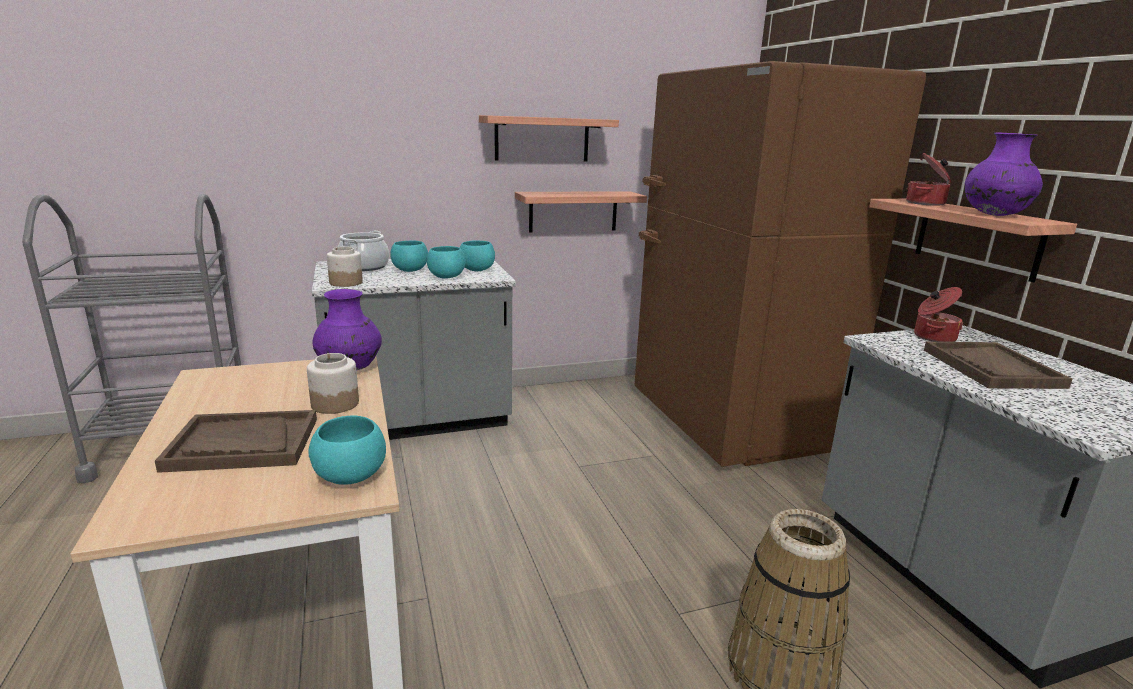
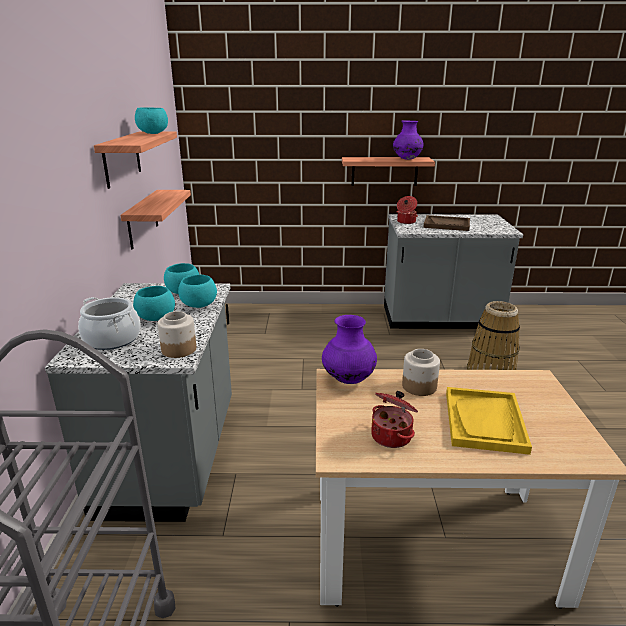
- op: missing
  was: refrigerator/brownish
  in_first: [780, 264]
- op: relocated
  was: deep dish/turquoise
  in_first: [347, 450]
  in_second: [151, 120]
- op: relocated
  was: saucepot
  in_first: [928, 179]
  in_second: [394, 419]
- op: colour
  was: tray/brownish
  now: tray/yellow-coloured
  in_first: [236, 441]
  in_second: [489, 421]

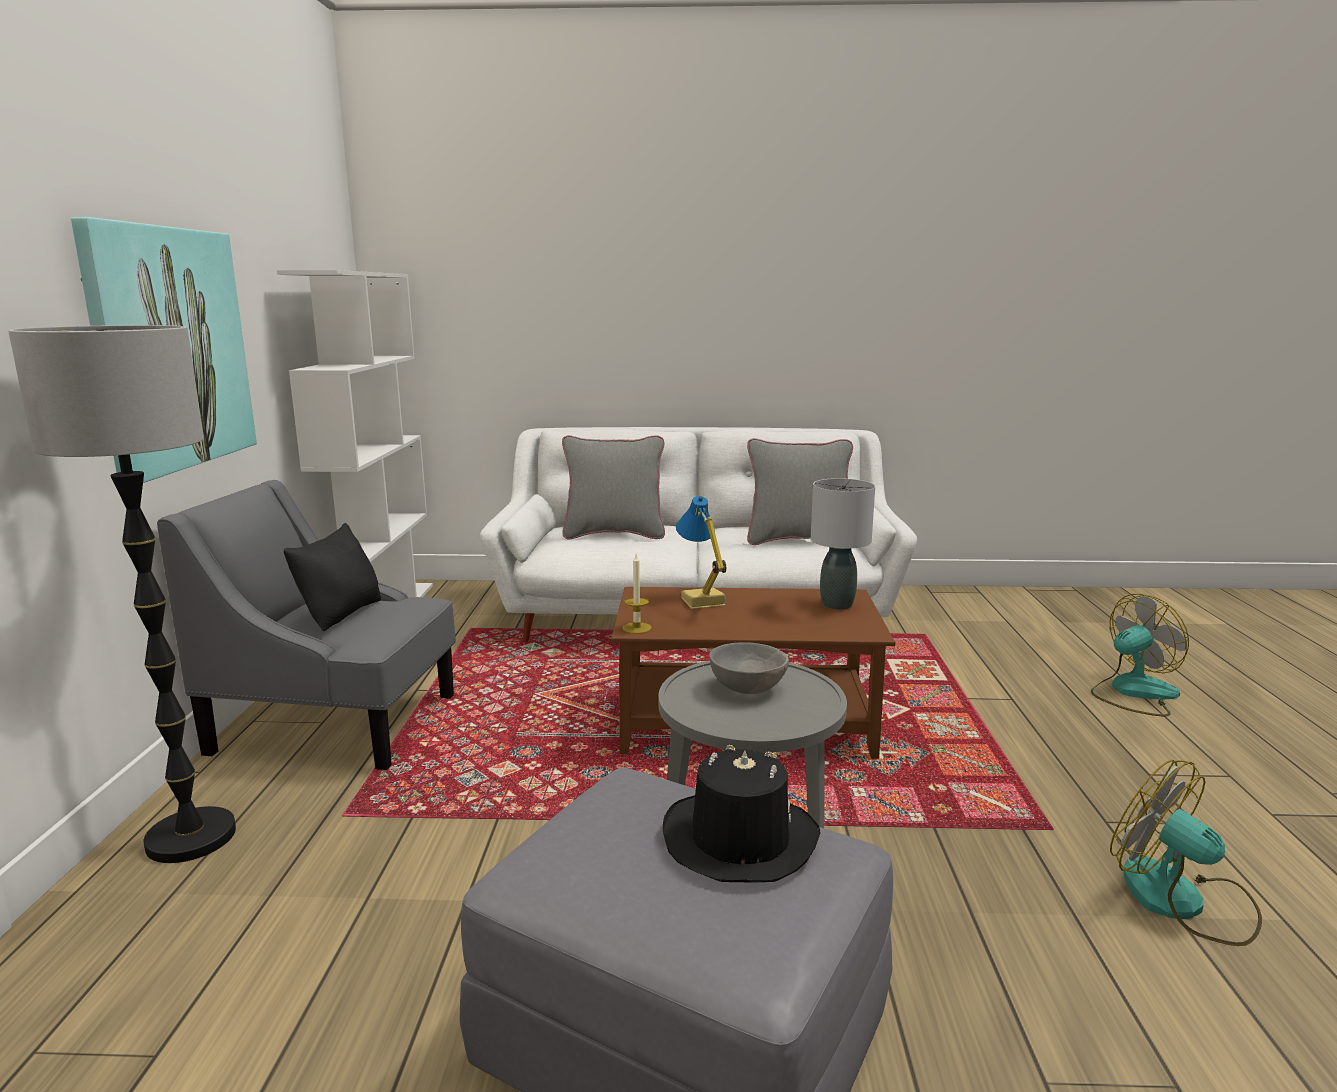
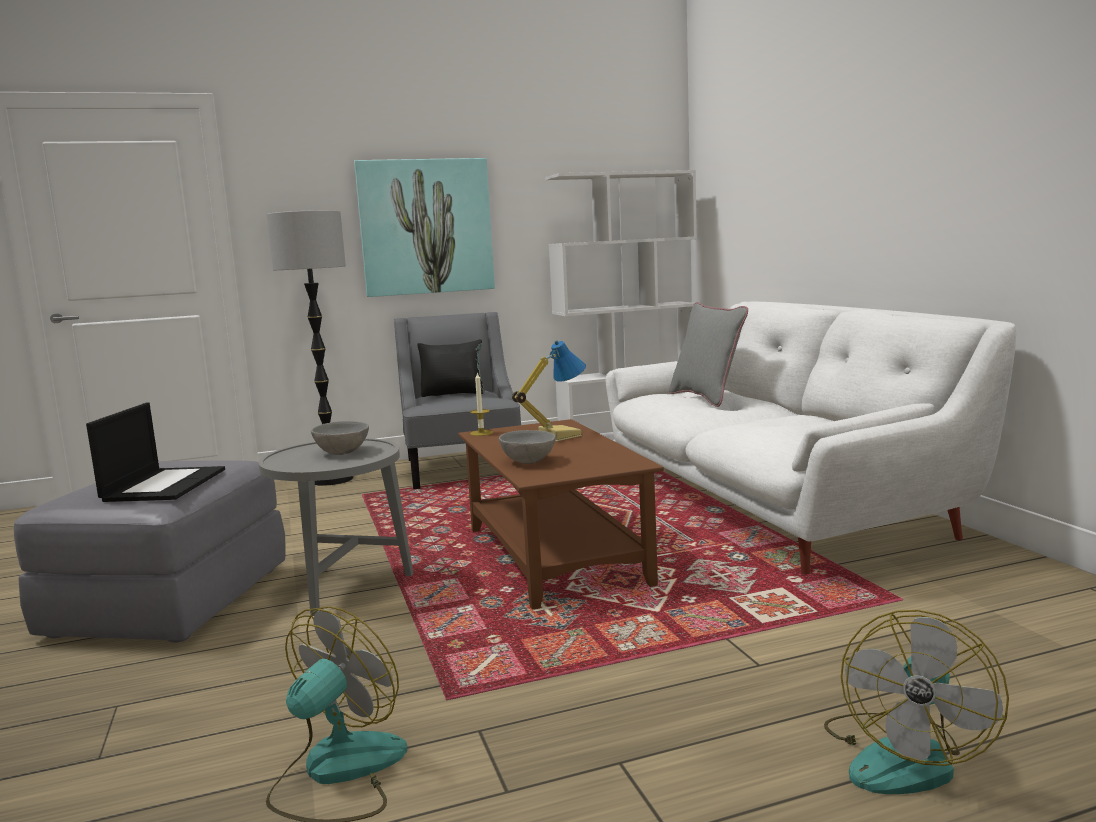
- op: missing
  was: throw pillow/gray
  in_first: [800, 491]
- op: missing
  was: lamp for a table/gray
  in_first: [843, 544]
- op: appeared
  now: deep dish/gray
  in_second: [527, 447]
- op: exchanged
  was: clothing hat/blackish
  now: portable computer
  in_first: [742, 814]
  in_second: [155, 452]
- op: spun
  was: electric fan
  in_first: [1140, 655]
  in_second: [916, 702]
  clockwise: 75

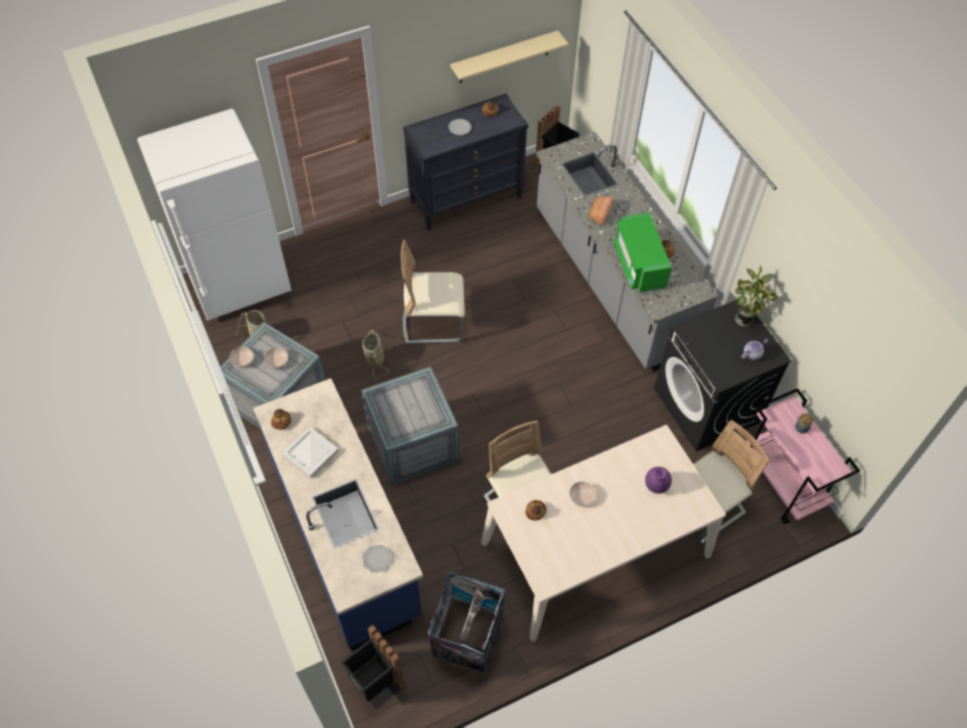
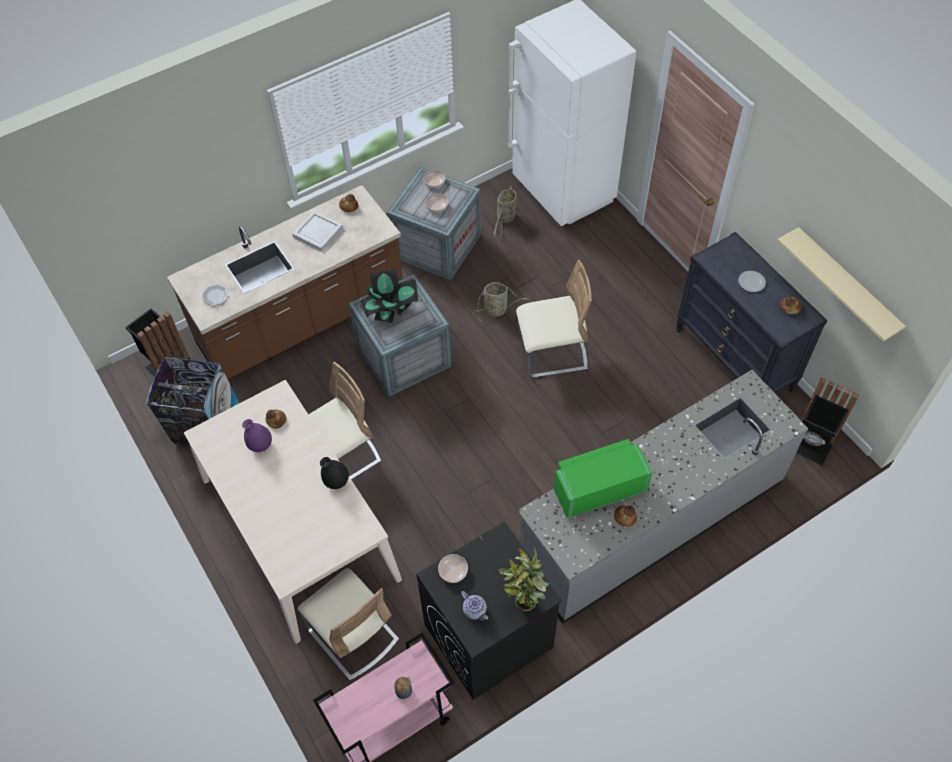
- op: missing
  was: bread
  in_first: [601, 210]
- op: appeared
  now: vase/blackish
  in_second: [334, 473]
- op: appeared
  now: potted plant
  in_second: [390, 296]
- op: relocated
  was: deep dish
  in_first: [582, 494]
  in_second: [453, 568]
- op: relocated
  was: vase/purple
  in_first: [658, 480]
  in_second: [257, 435]
- op: colour
  was: kitchen base unit/blue
  now: kitchen base unit/brownish
  in_first: [338, 514]
  in_second: [285, 282]
- op: spun
  was: upright chair/beige-coloured
  in_first: [433, 292]
  in_second: [554, 318]
  clockwise: 90

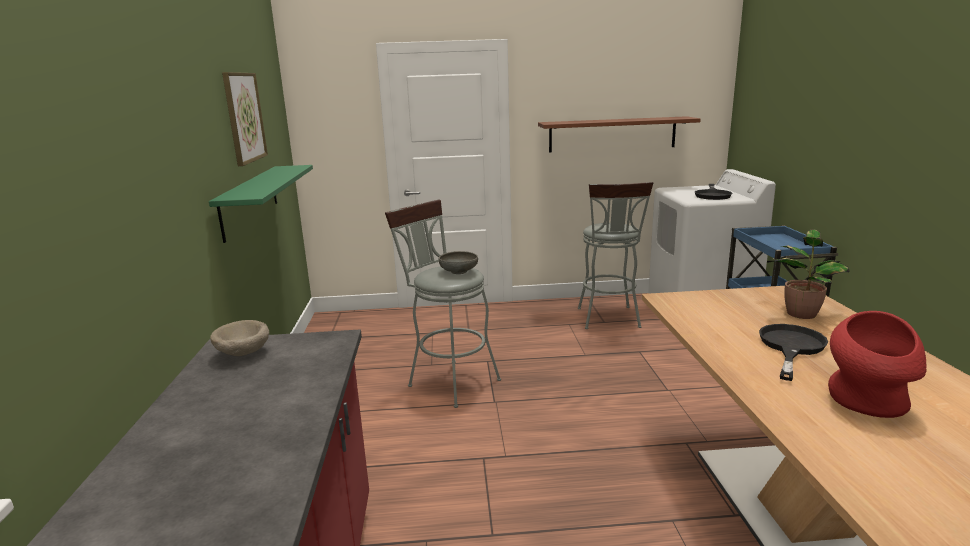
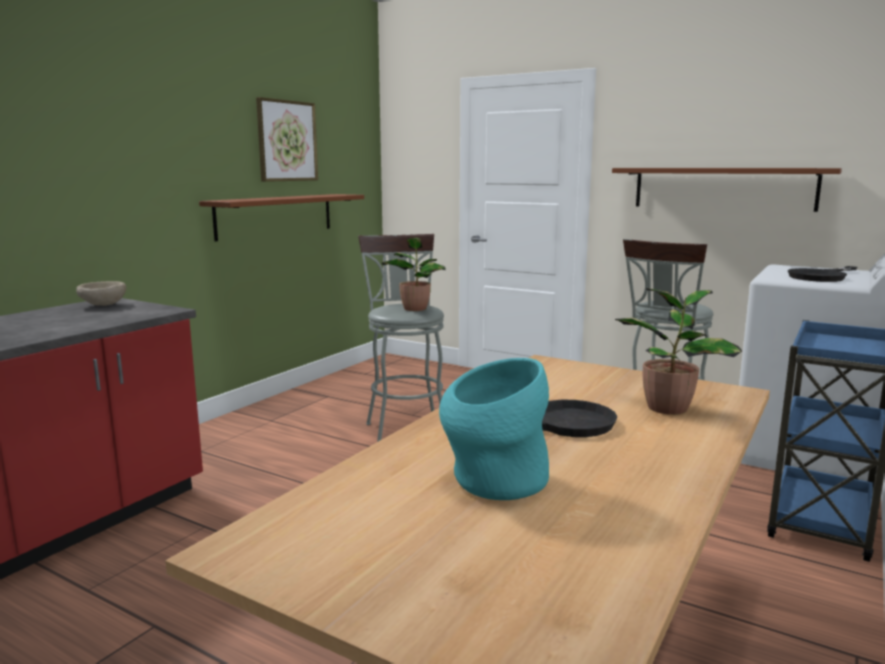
- op: exchanged
  was: deep dish/gray
  now: potted plant
  in_first: [458, 262]
  in_second: [414, 274]
- op: colour
  was: shelf/green-coloured
  now: shelf/brownish
  in_first: [261, 204]
  in_second: [281, 217]
- op: colour
  was: vase/red
  now: vase/turquoise
  in_first: [877, 364]
  in_second: [494, 429]

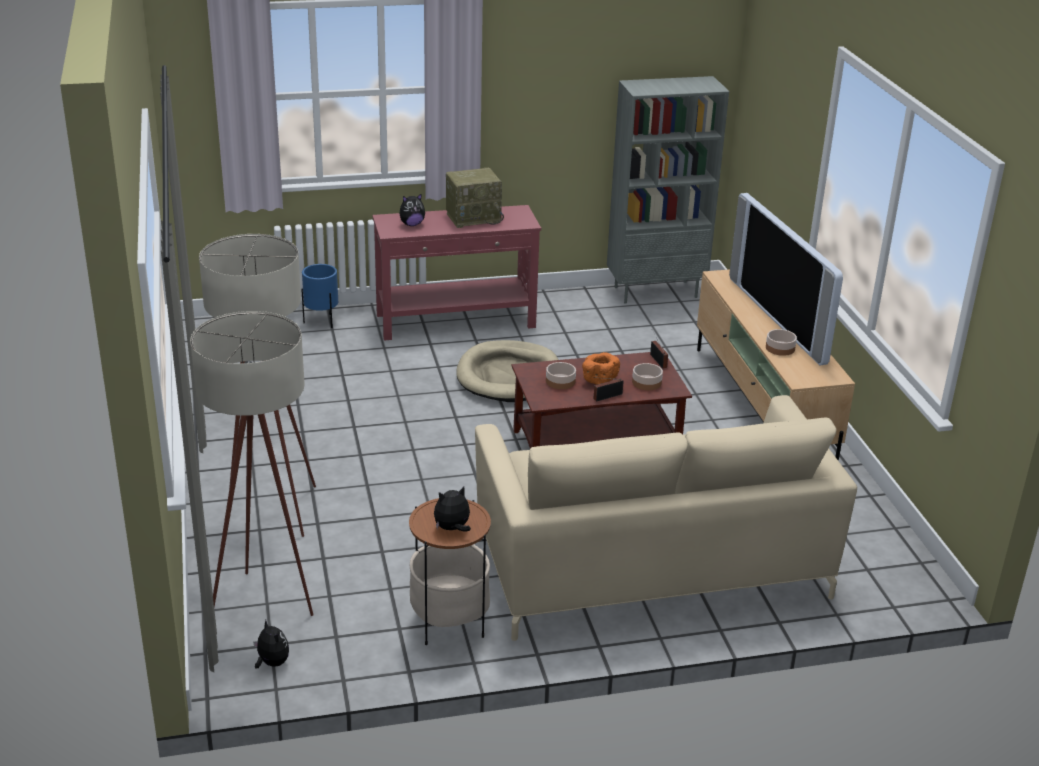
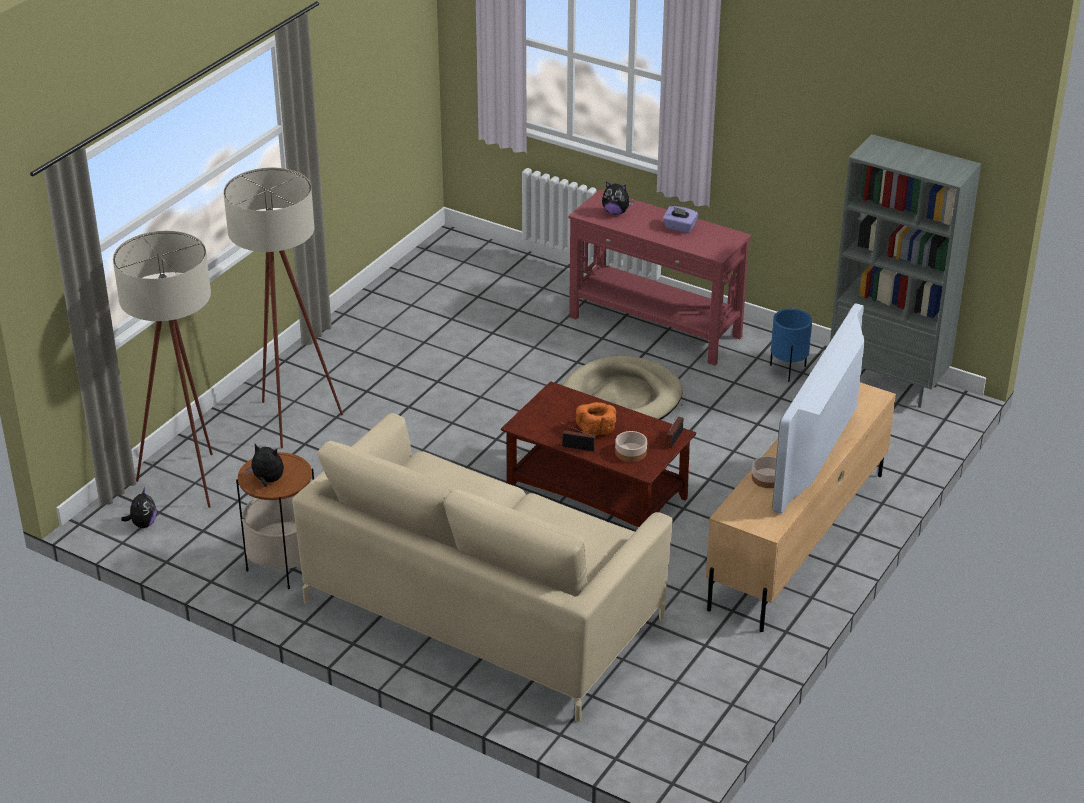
- op: missing
  was: deep dish
  in_first: [561, 375]
- op: relocated
  was: plant pot/blue
  in_first: [319, 296]
  in_second: [791, 345]
- op: exchanged
  was: radio set
  now: box of tissues/purple
  in_first: [475, 198]
  in_second: [680, 219]

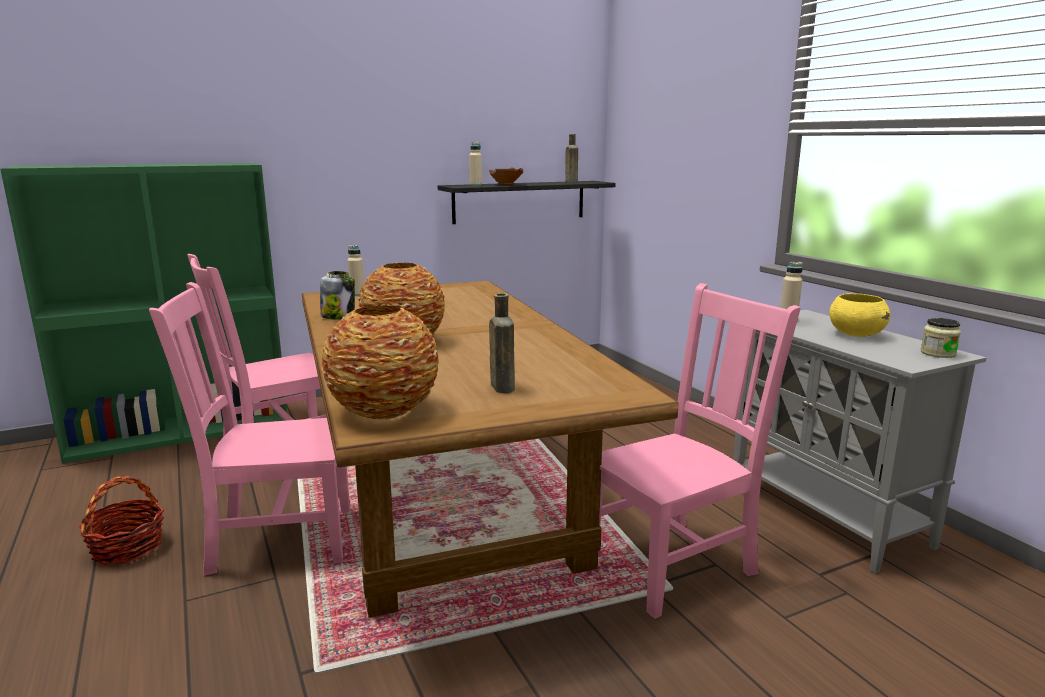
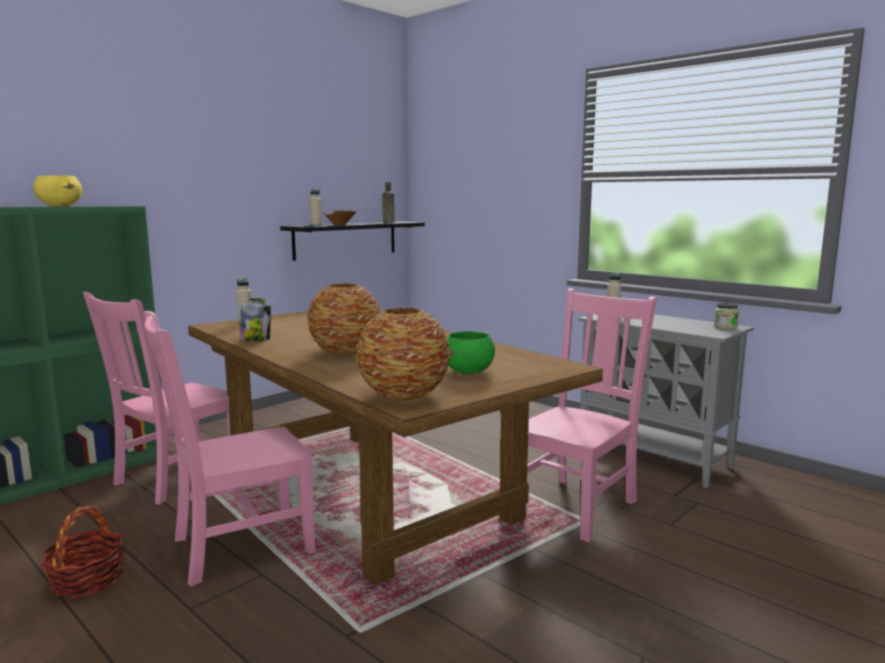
- op: relocated
  was: deep dish/yellow-coloured
  in_first: [859, 315]
  in_second: [57, 190]
- op: exchanged
  was: drink bottle/brownish
  now: deep dish/green-coloured
  in_first: [502, 343]
  in_second: [471, 352]

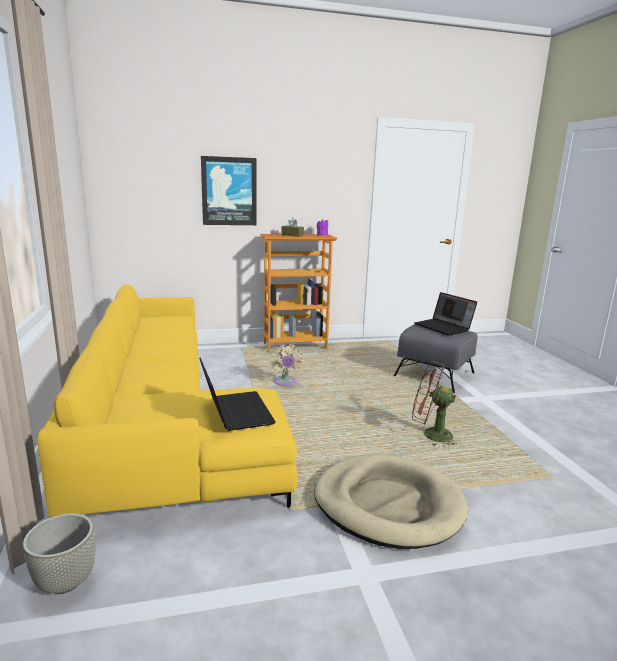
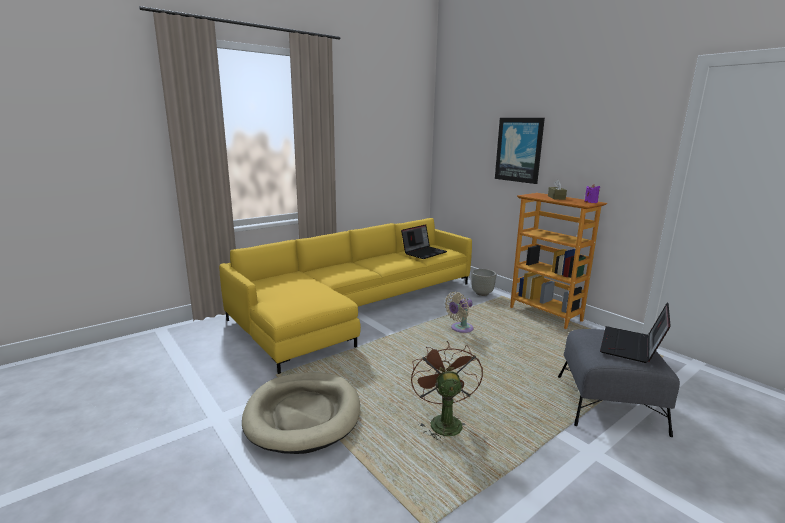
- op: relocated
  was: plant pot/gray
  in_first: [59, 553]
  in_second: [483, 282]
- op: relocated
  was: portable computer
  in_first: [237, 394]
  in_second: [424, 241]

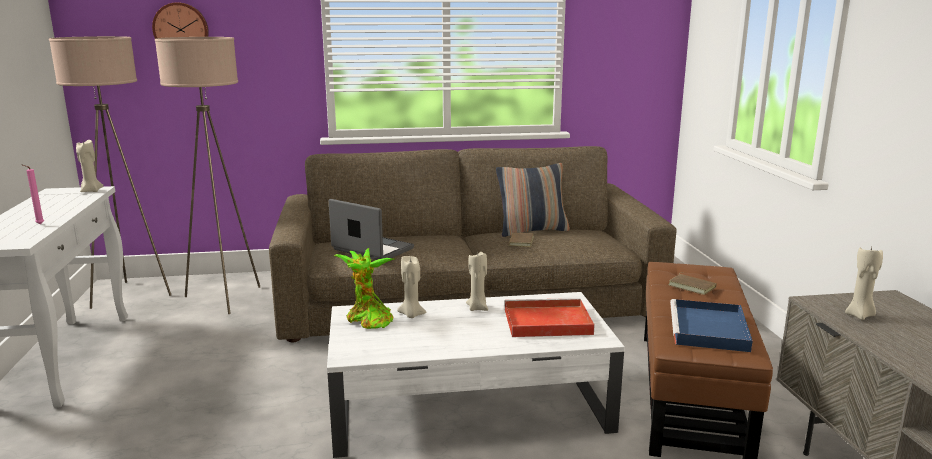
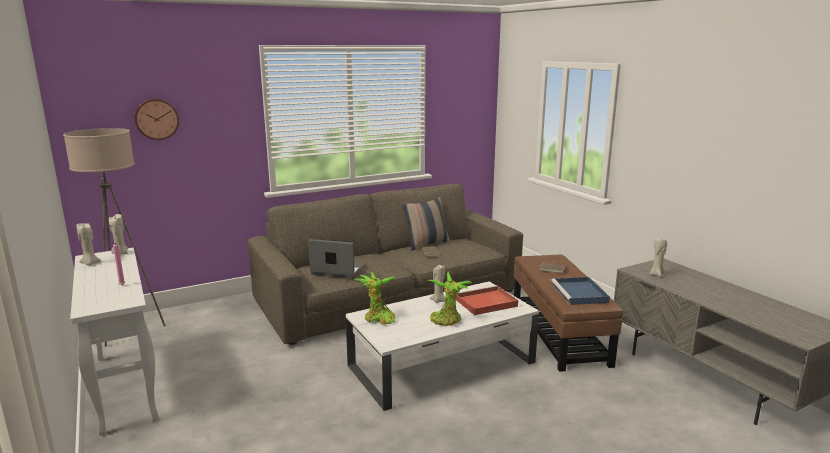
- op: missing
  was: standard lamp/beige-coloured
  in_first: [207, 175]
- op: appeared
  now: potted plant
  in_second: [450, 298]
- op: relocated
  was: wax candle/beige-coloured
  in_first: [412, 286]
  in_second: [88, 244]

